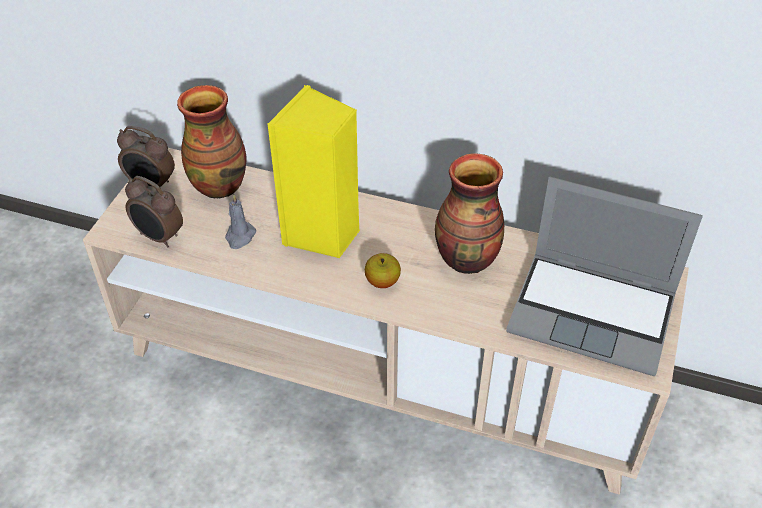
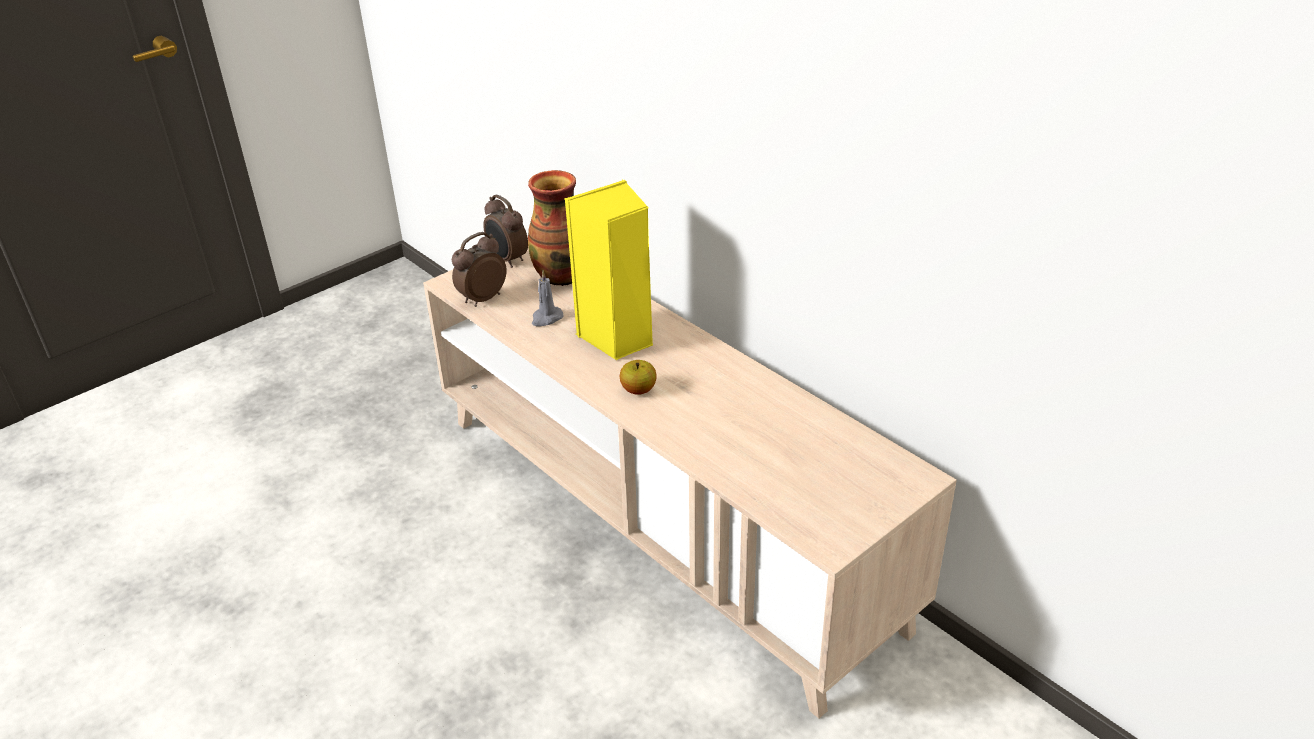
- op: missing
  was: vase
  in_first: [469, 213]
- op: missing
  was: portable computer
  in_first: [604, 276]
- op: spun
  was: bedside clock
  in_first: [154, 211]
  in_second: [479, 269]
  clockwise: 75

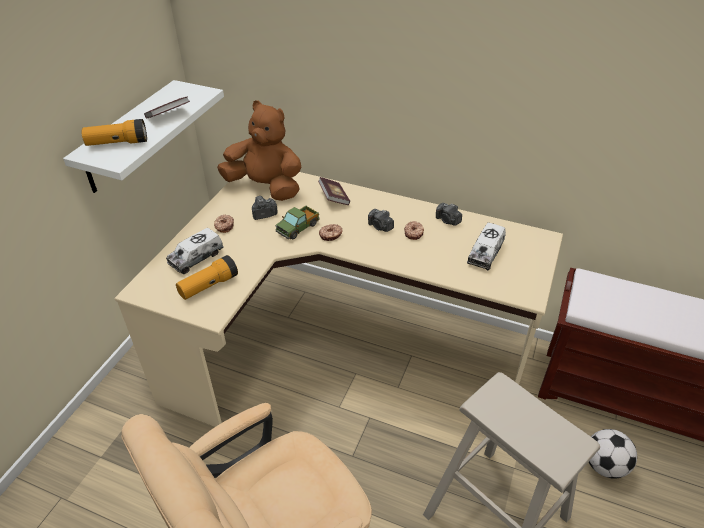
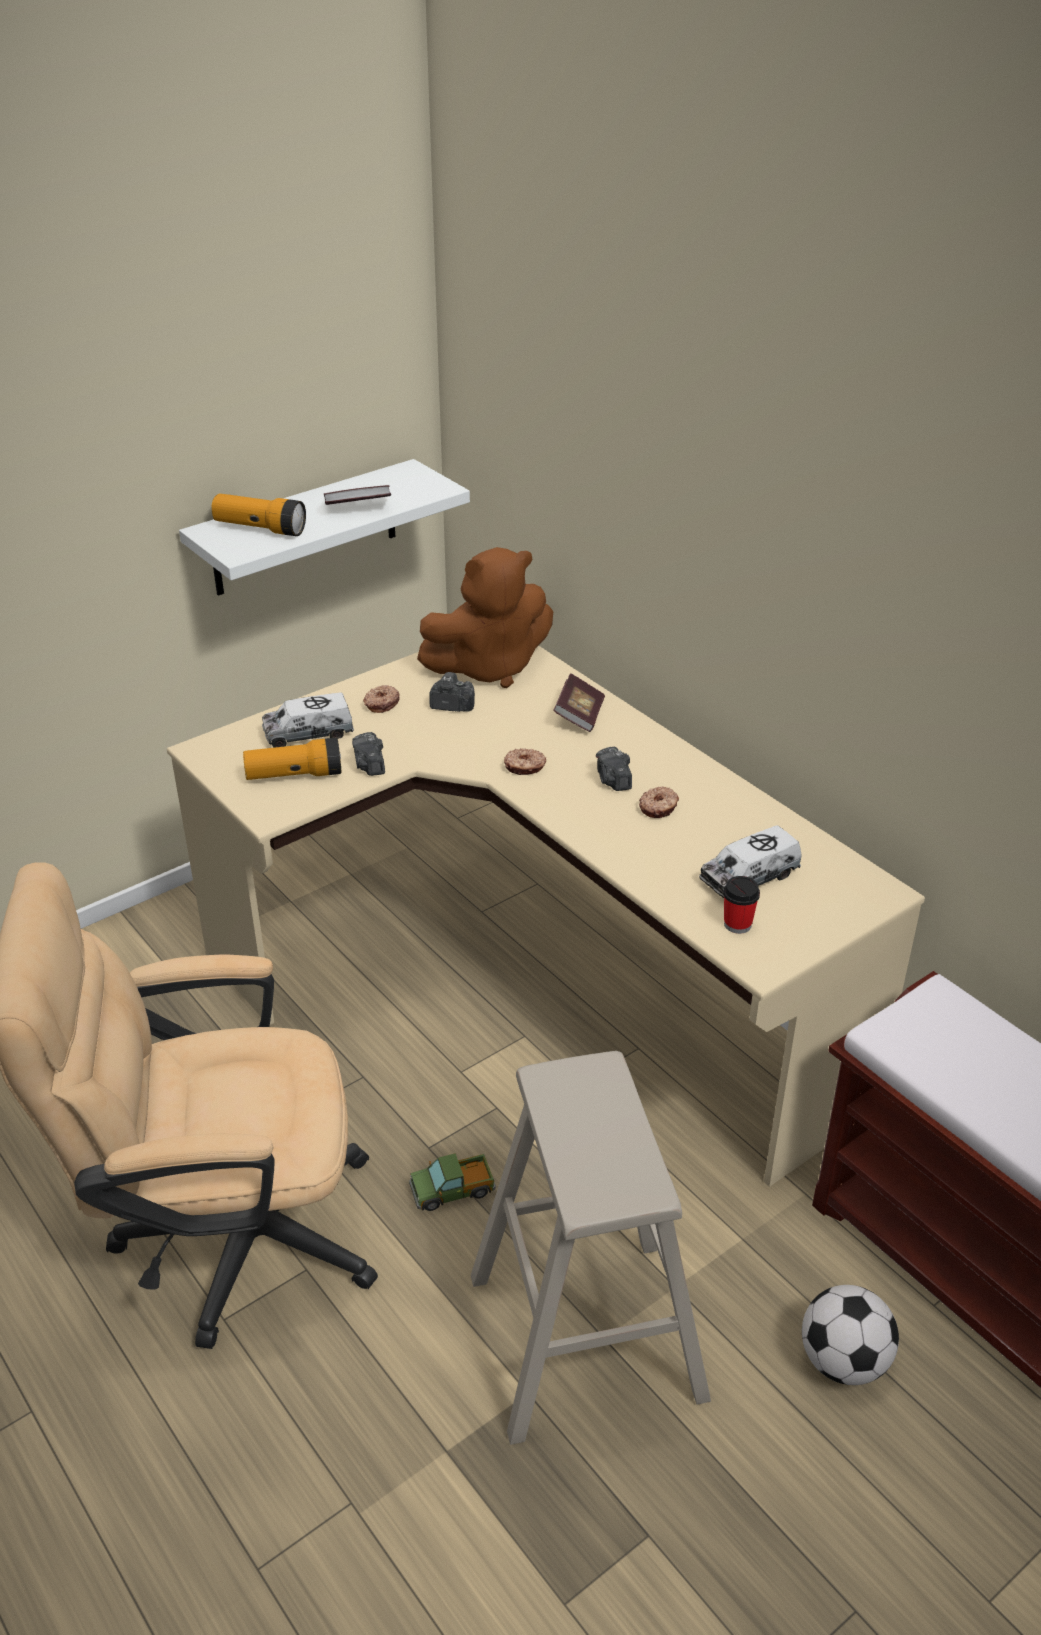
- op: appeared
  now: cup
  in_second: [741, 905]
- op: relocated
  was: toy truck
  in_first: [297, 222]
  in_second: [452, 1182]
- op: relocated
  was: still camera
  in_first: [449, 214]
  in_second: [368, 754]
- op: spun
  was: cuddly toy/brownish
  in_first: [259, 150]
  in_second: [485, 617]
  clockwise: 105

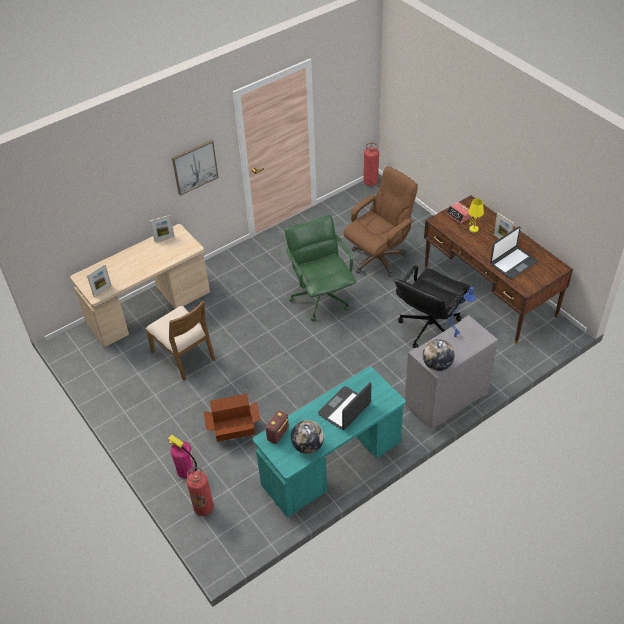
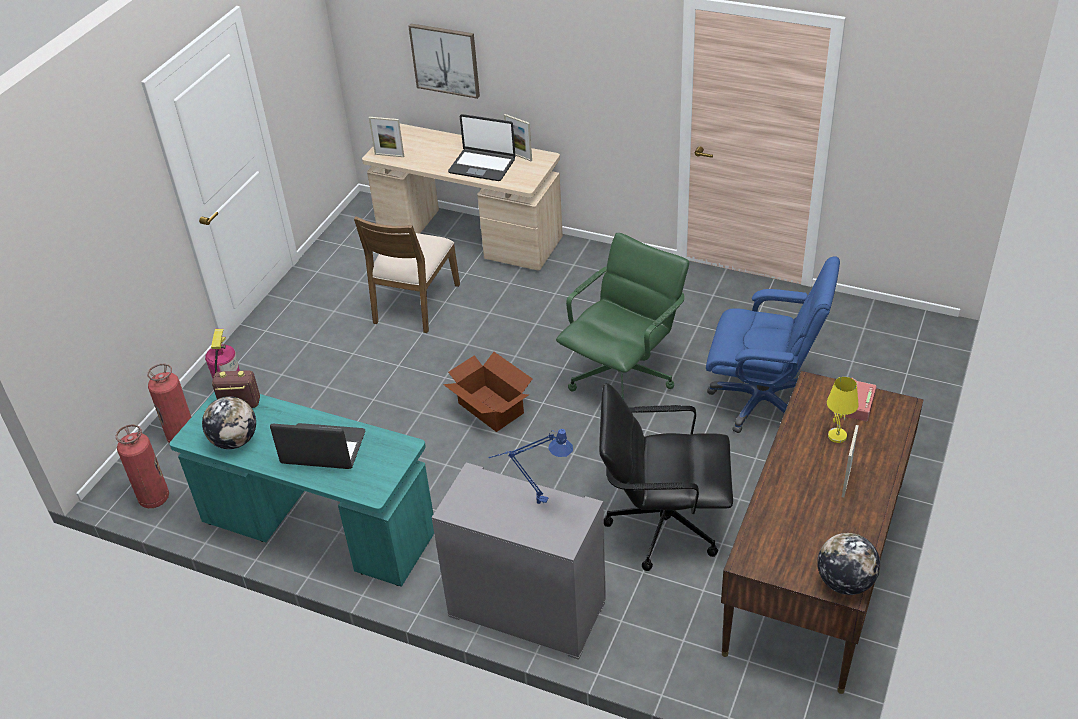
- op: relocated
  was: wall art
  in_first: [195, 168]
  in_second: [444, 61]
- op: relocated
  was: carton
  in_first: [232, 418]
  in_second: [487, 392]
- op: relocated
  was: extinguisher
  in_first: [371, 164]
  in_second: [142, 466]
- op: relocated
  was: world globe
  in_first: [438, 355]
  in_second: [848, 564]
- op: relocated
  was: portable computer
  in_first: [514, 252]
  in_second: [482, 147]
- op: colour
  was: desk chair/brownish
  now: desk chair/blue
  in_first: [380, 221]
  in_second: [773, 344]

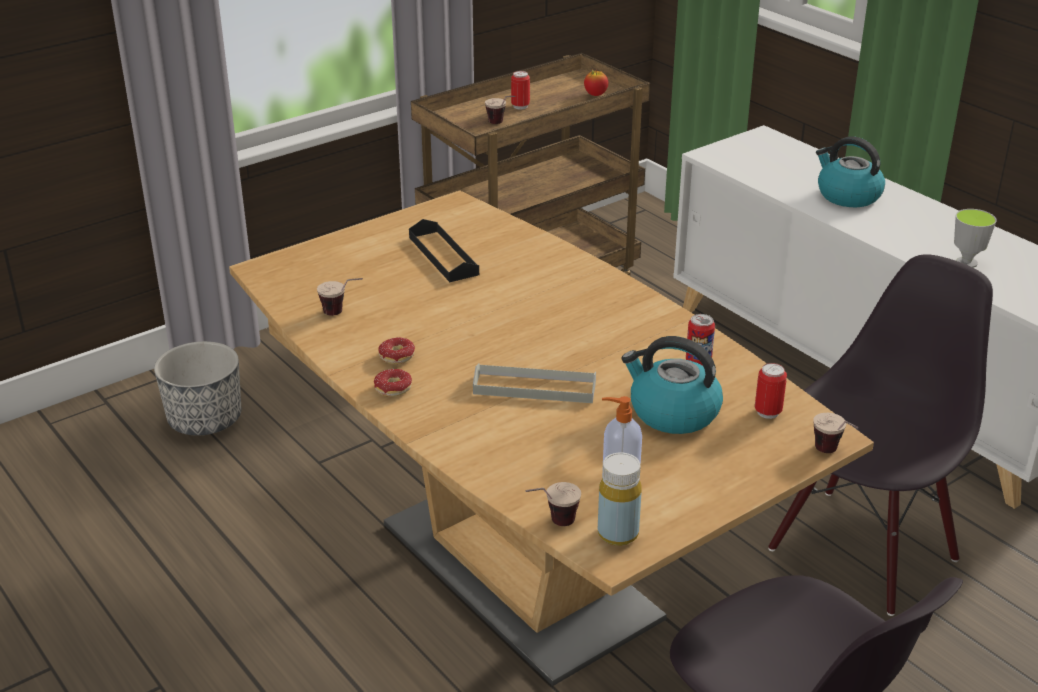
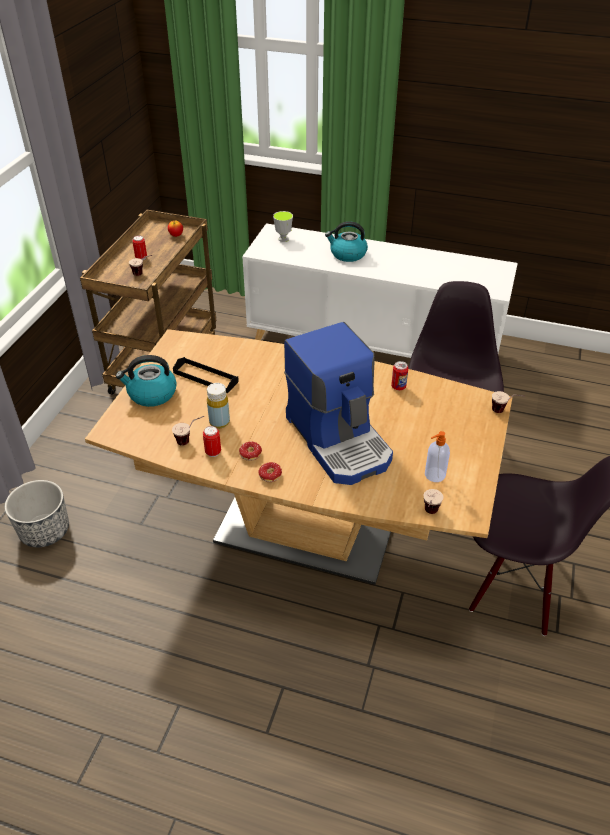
- op: relocated
  was: drink bottle/yellow-coloured
  in_first: [620, 499]
  in_second: [218, 405]
- op: relocated
  was: kettle
  in_first: [672, 385]
  in_second: [146, 381]
- op: relocated
  was: sealed can
  in_first: [771, 391]
  in_second: [212, 441]
- op: relocated
  was: cup
  in_first: [975, 238]
  in_second: [283, 226]
- op: exchanged
  was: tray/gray
  now: coffee brewer
  in_first: [534, 383]
  in_second: [338, 403]

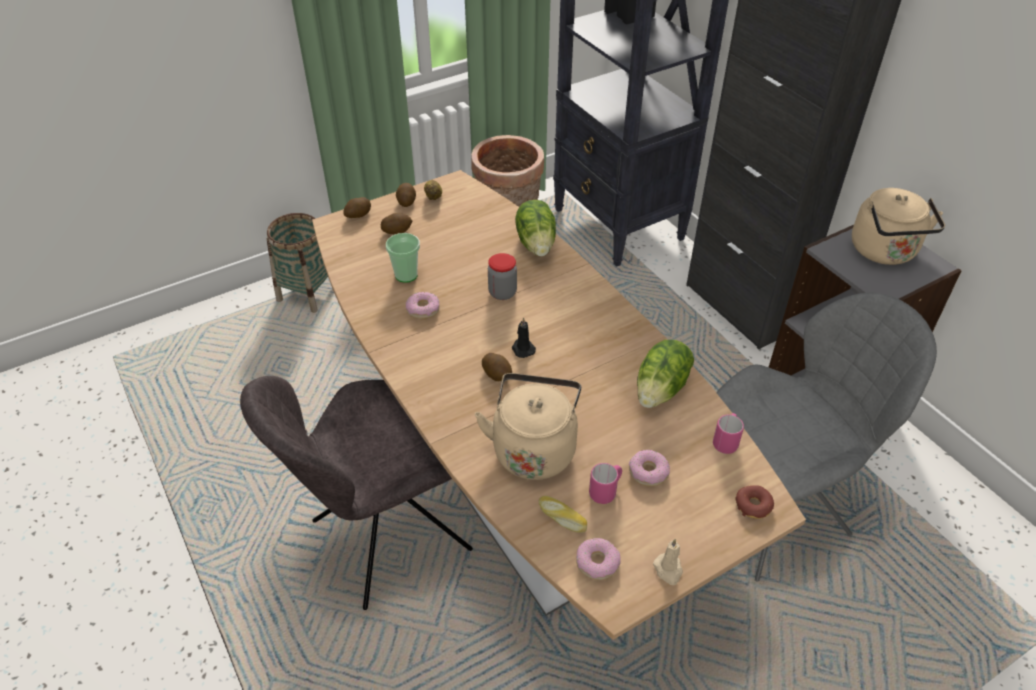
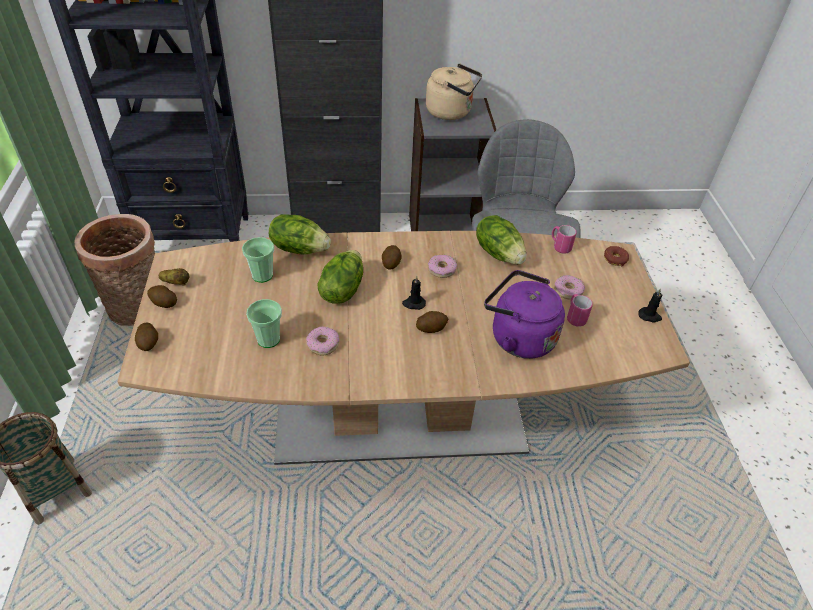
- op: missing
  was: upright chair/gray
  in_first: [356, 493]
- op: missing
  was: bread
  in_first: [562, 514]
- op: appeared
  now: cup
  in_second: [258, 260]
- op: relocated
  was: spud
  in_first: [396, 223]
  in_second: [391, 257]
- op: relocated
  was: ring doughnut
  in_first: [598, 559]
  in_second: [442, 266]
- op: exchanged
  was: storage jar
  now: lettuce head
  in_first: [502, 276]
  in_second: [340, 277]
- op: colour
  was: kettle/beige-coloured
  now: kettle/purple
  in_first: [528, 426]
  in_second: [524, 314]
- op: colour
  was: wax candle/beige-coloured
  now: wax candle/blackish
  in_first: [668, 562]
  in_second: [650, 306]

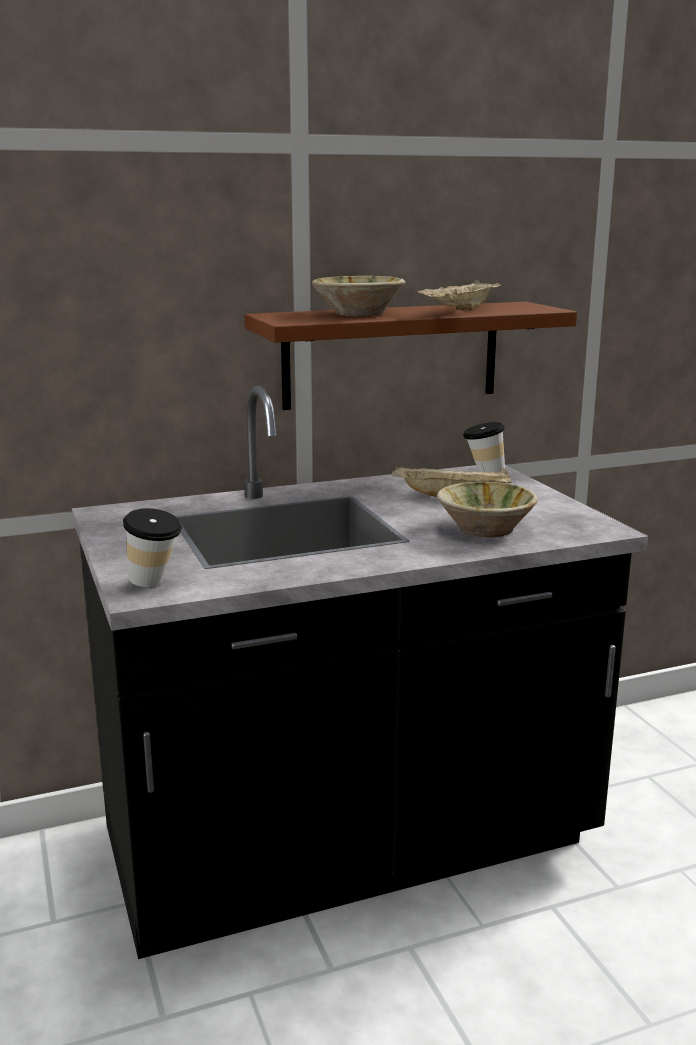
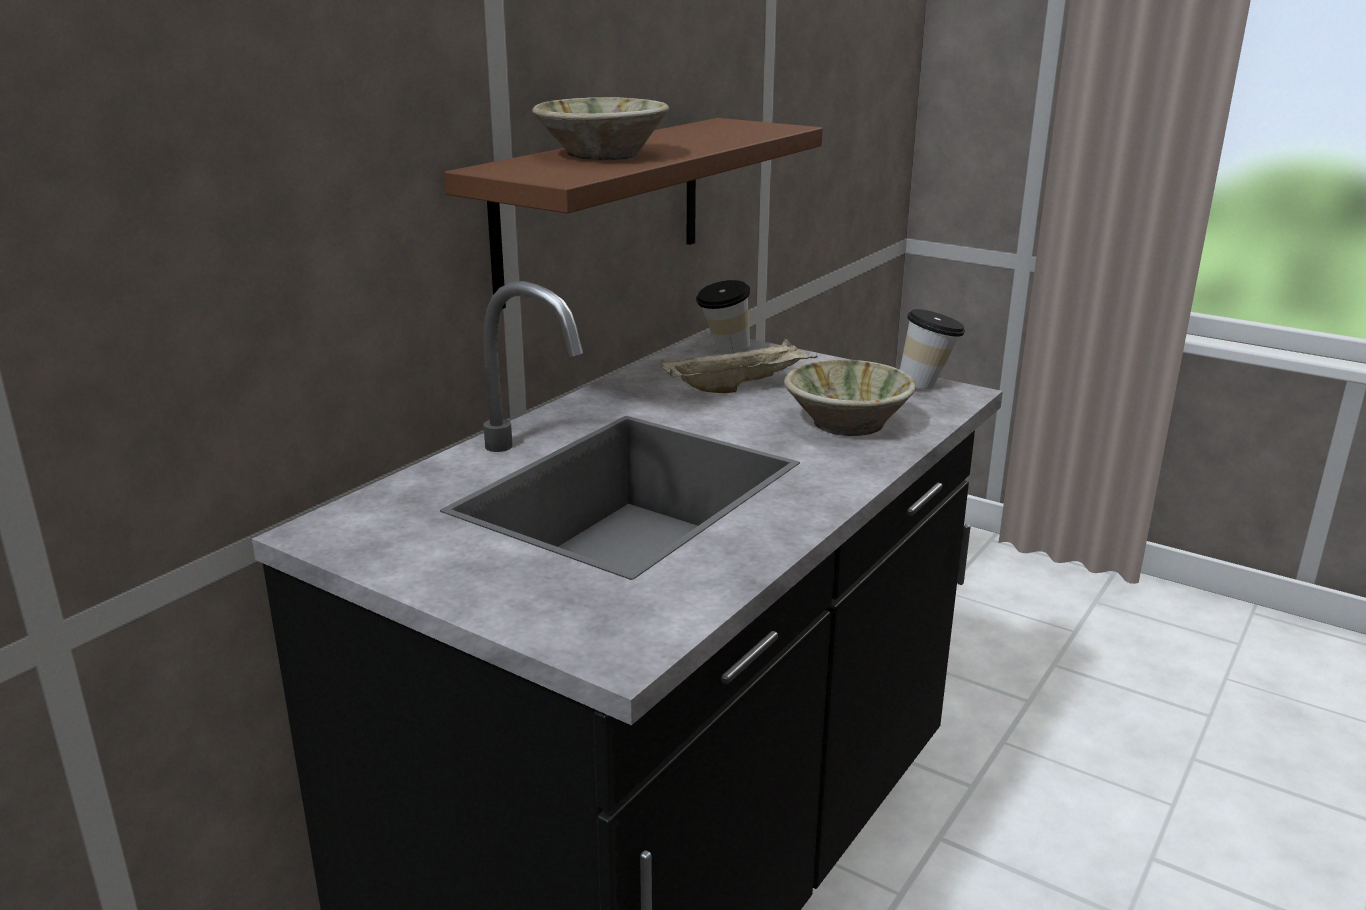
- op: missing
  was: tray/beige-coloured
  in_first: [459, 295]
- op: relocated
  was: cup
  in_first: [152, 547]
  in_second: [932, 349]

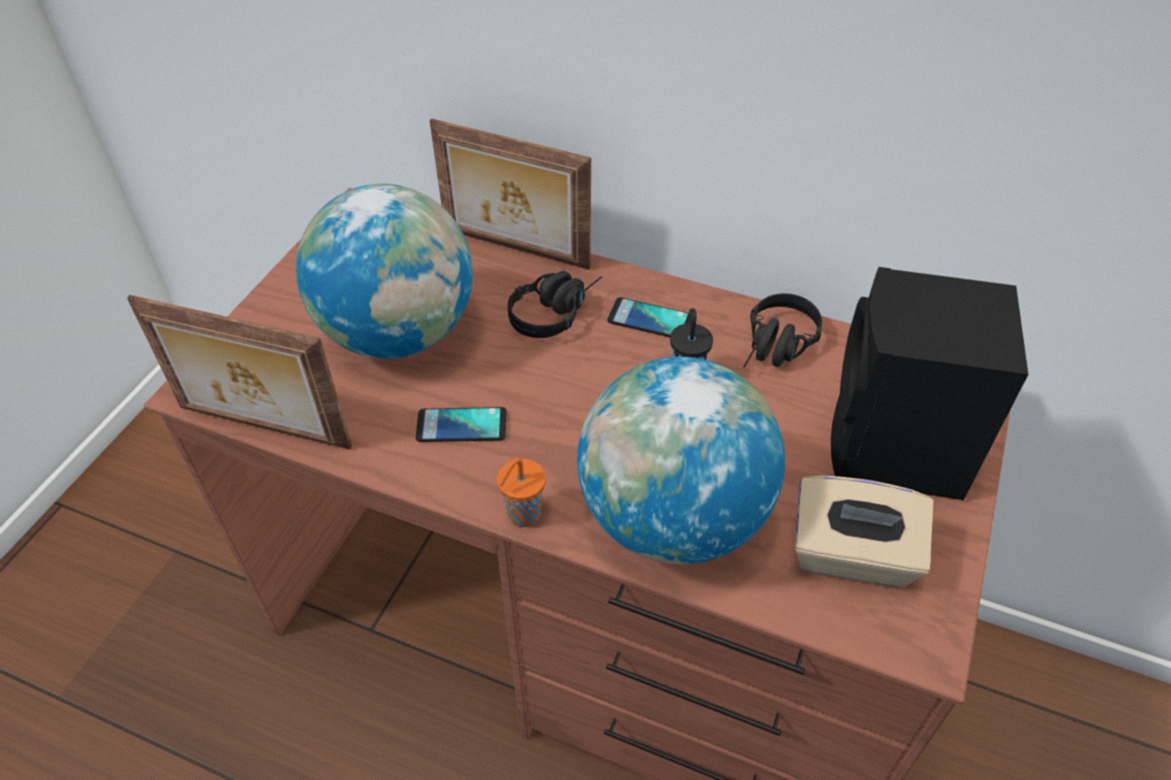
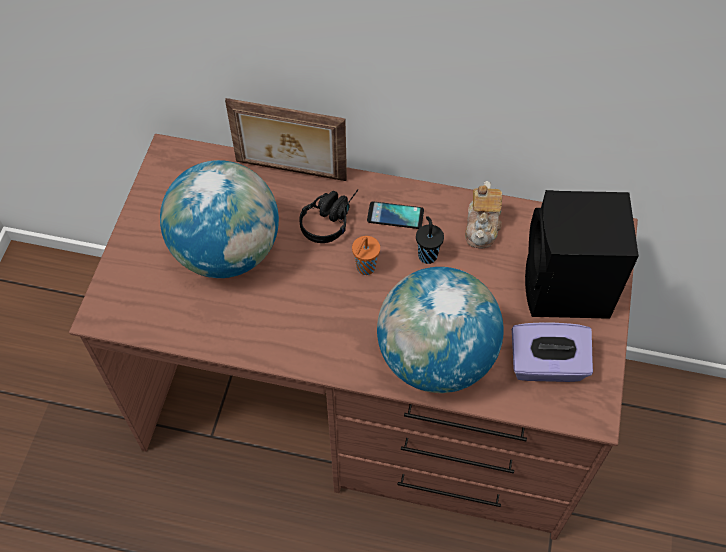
- op: missing
  was: standing frame
  in_first: [239, 372]
- op: missing
  was: phone
  in_first: [461, 424]
- op: relocated
  was: cup/orange-coloured
  in_first: [521, 492]
  in_second: [366, 255]
- op: exchanged
  was: headphones/blackish
  now: pot for tea
  in_first: [782, 330]
  in_second: [483, 215]
- op: colour
  was: box of tissues/beige-coloured
  now: box of tissues/purple
  in_first: [864, 531]
  in_second: [552, 352]

